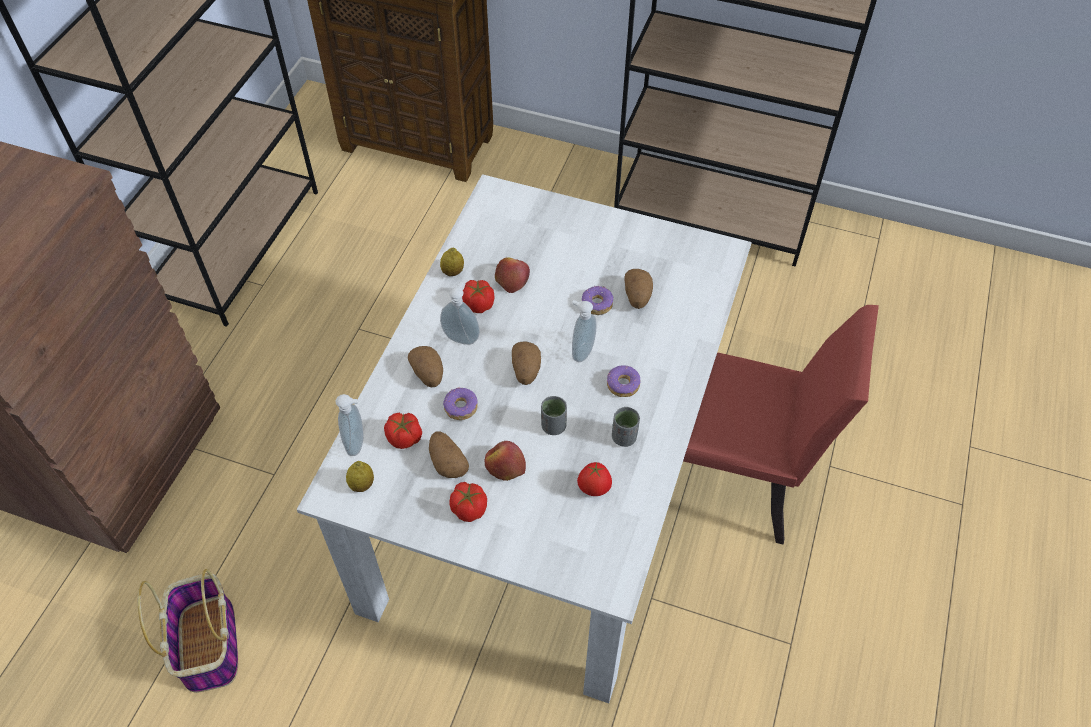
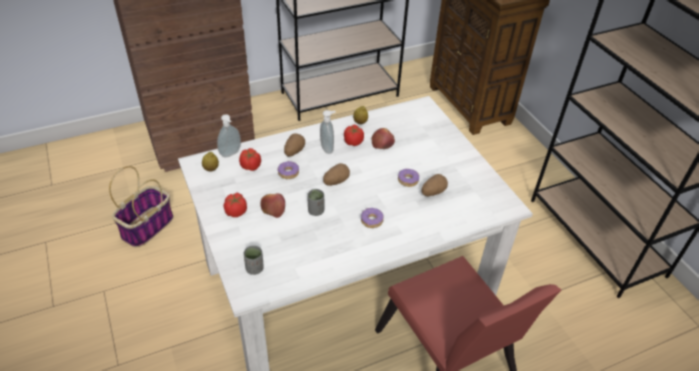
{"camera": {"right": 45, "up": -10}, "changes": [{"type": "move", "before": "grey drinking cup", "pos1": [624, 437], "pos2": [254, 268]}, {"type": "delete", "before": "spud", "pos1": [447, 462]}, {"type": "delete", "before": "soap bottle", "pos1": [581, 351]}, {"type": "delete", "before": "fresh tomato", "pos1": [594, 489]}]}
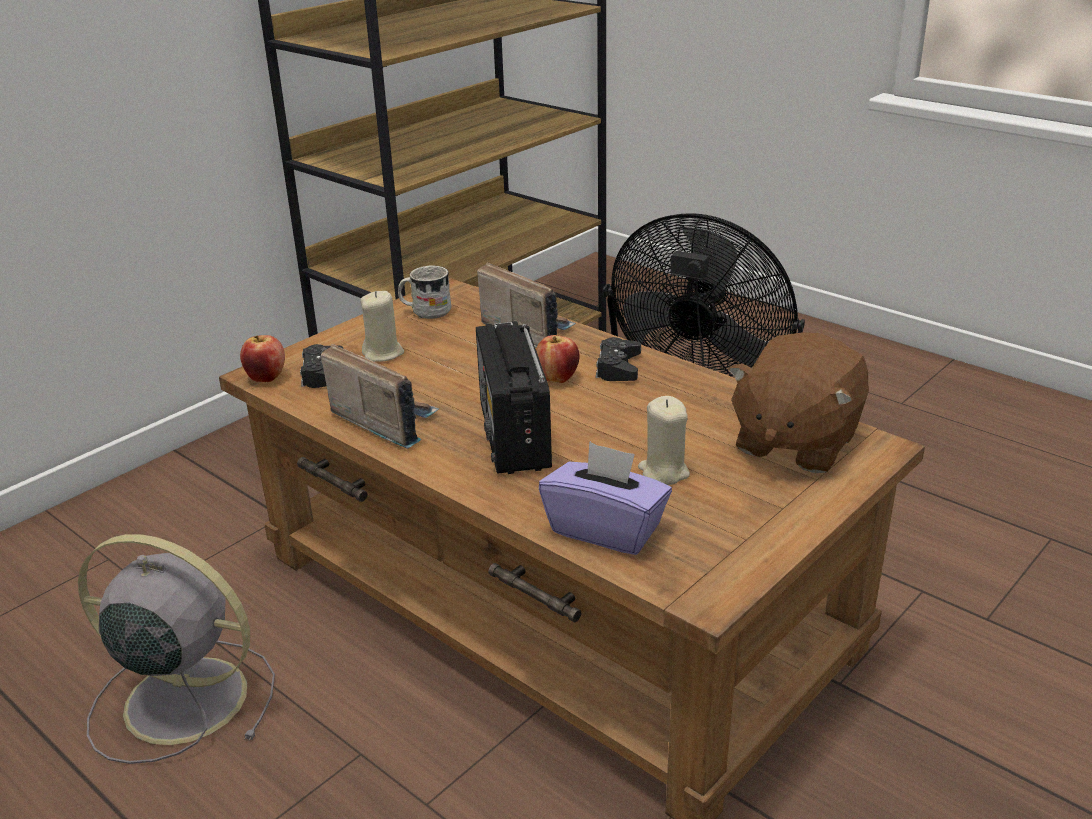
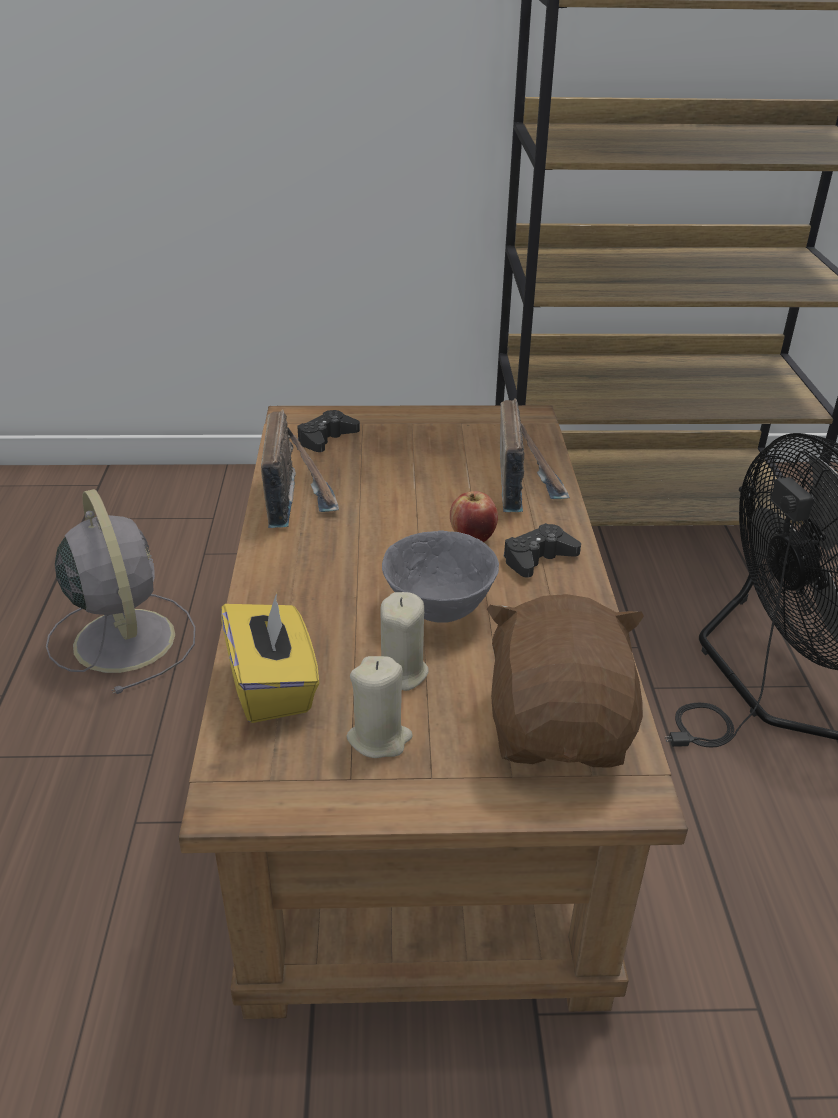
{"camera": {"right": 45, "up": 5}, "changes": [{"type": "recolor", "before": "purple-coloured tissue holder", "after": "yellowish tissue holder", "pos1": [606, 529], "pos2": [273, 686]}, {"type": "move", "before": "beige-coloured wax light", "pos1": [383, 353], "pos2": [379, 738]}, {"type": "insert", "after": "grey serving bowl", "pos2": [438, 610]}, {"type": "rotate", "before": "brownish soft toy", "pos1": [794, 442], "pos2": [559, 728], "turn": 105}, {"type": "delete", "before": "apple", "pos1": [266, 378]}, {"type": "delete", "before": "whitish tea mug", "pos1": [425, 311]}, {"type": "delete", "before": "radio receiver", "pos1": [514, 436]}]}
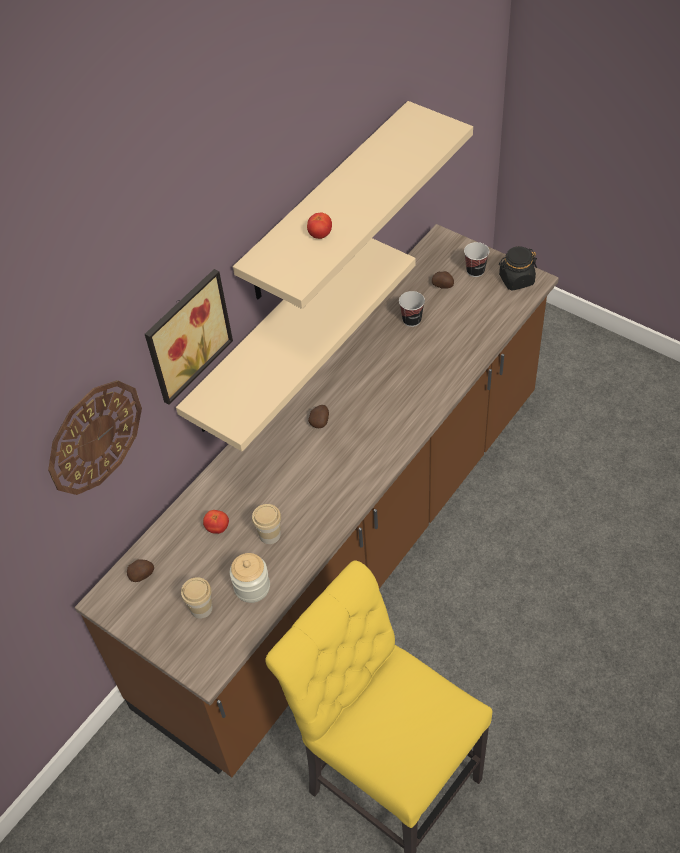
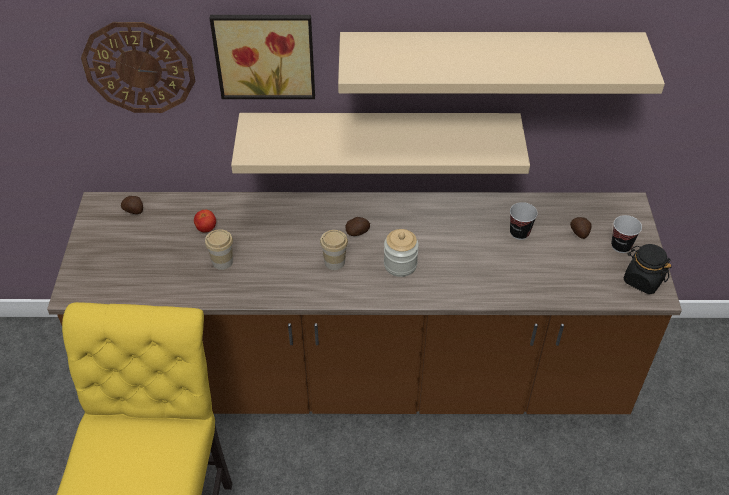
{"camera": {"right": 50, "up": -5}, "changes": [{"type": "move", "before": "drinking cup", "pos1": [201, 608], "pos2": [334, 262]}, {"type": "move", "before": "preserve jar", "pos1": [252, 587], "pos2": [400, 265]}, {"type": "delete", "before": "fresh tomato", "pos1": [320, 234]}]}
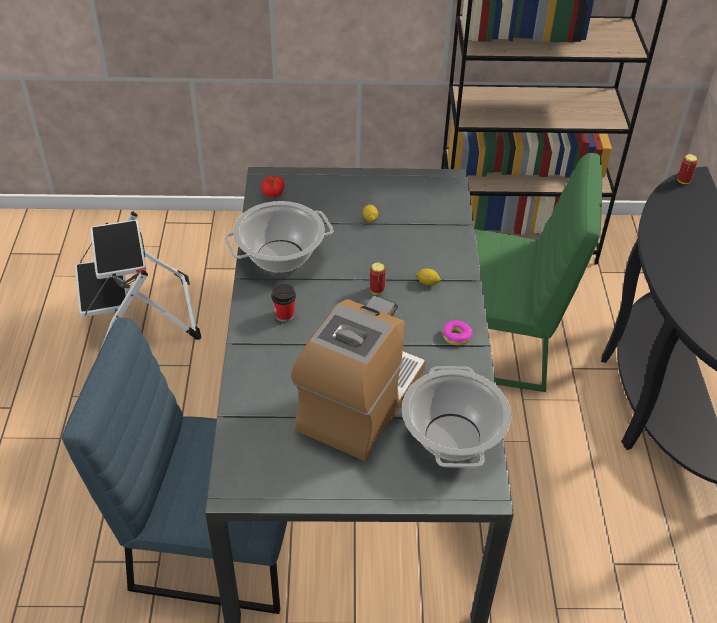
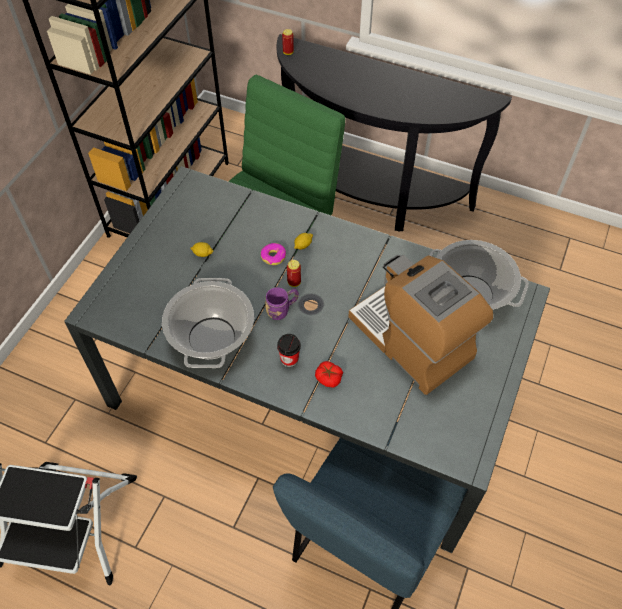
{"camera": {"right": -65, "up": 10}, "changes": [{"type": "move", "before": "doughnut", "pos1": [456, 336], "pos2": [273, 256]}, {"type": "insert", "after": "purple-coloured tea mug", "pos2": [282, 310]}, {"type": "move", "before": "fresh tomato", "pos1": [273, 192], "pos2": [328, 378]}]}
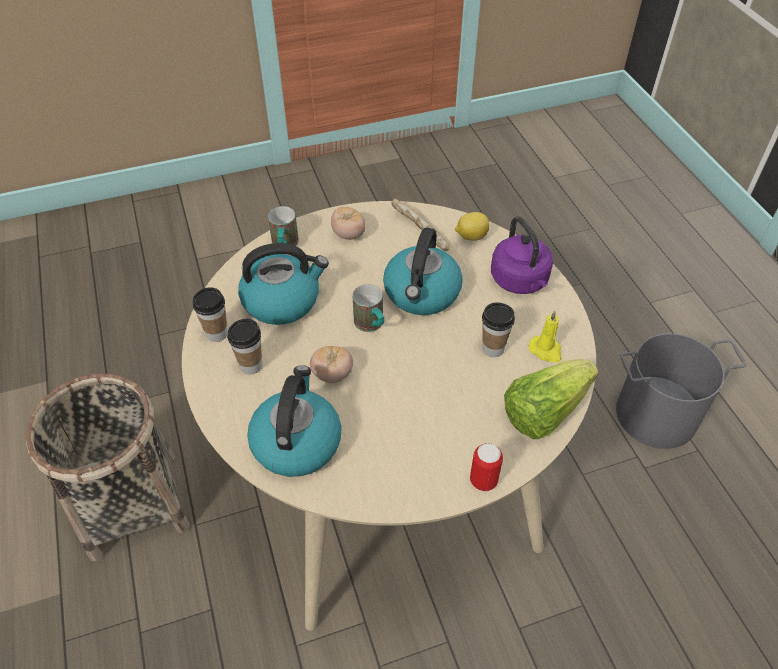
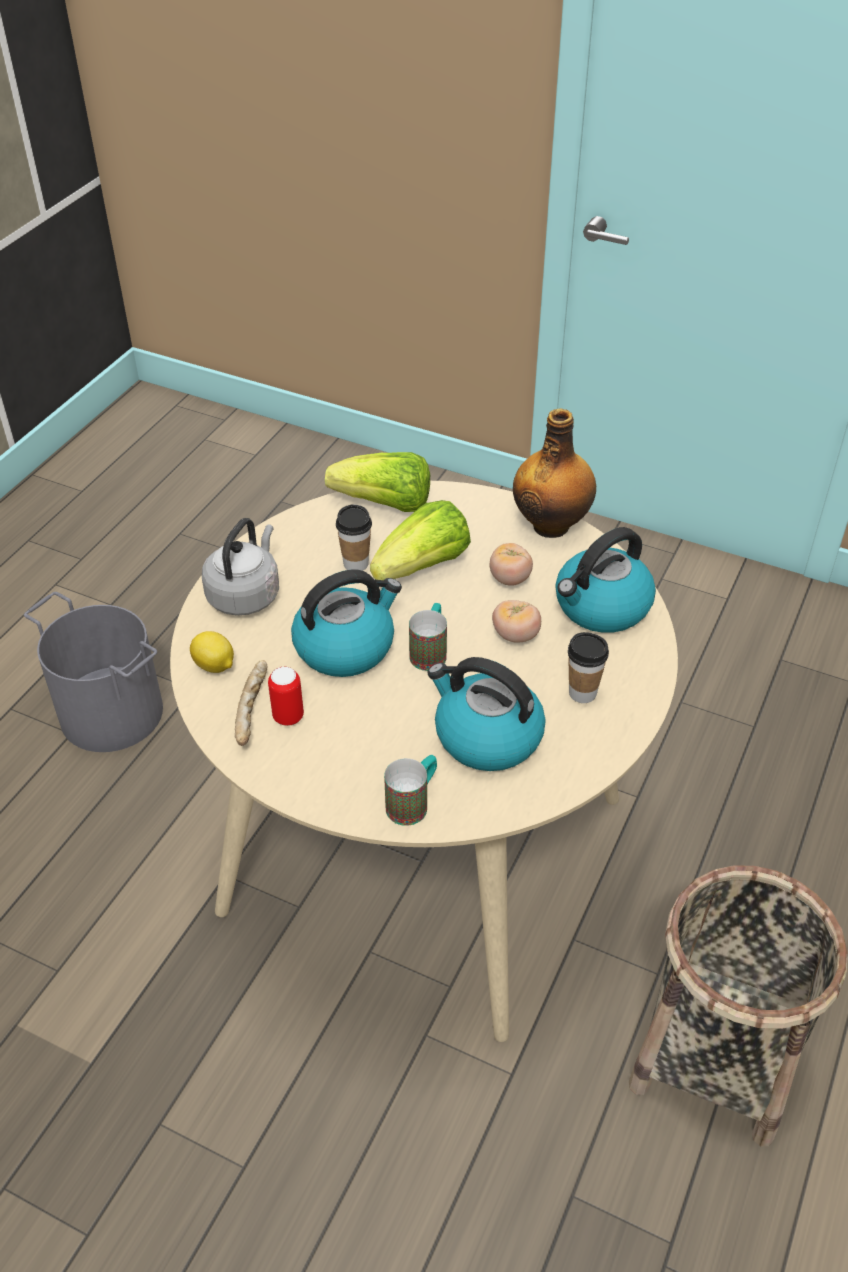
{"camera": {"right": -135, "up": -5}, "changes": [{"type": "recolor", "before": "purple-coloured tea kettle", "after": "grey tea kettle", "pos1": [520, 281], "pos2": [245, 594]}, {"type": "move", "before": "metal can", "pos1": [483, 480], "pos2": [288, 717]}, {"type": "insert", "after": "head of lettuce", "pos2": [423, 567]}, {"type": "move", "before": "fresh tomato", "pos1": [348, 234], "pos2": [510, 579]}, {"type": "insert", "after": "bottle", "pos2": [552, 525]}, {"type": "delete", "before": "drinking cup", "pos1": [217, 334]}, {"type": "delete", "before": "yellowish wax light", "pos1": [546, 350]}]}
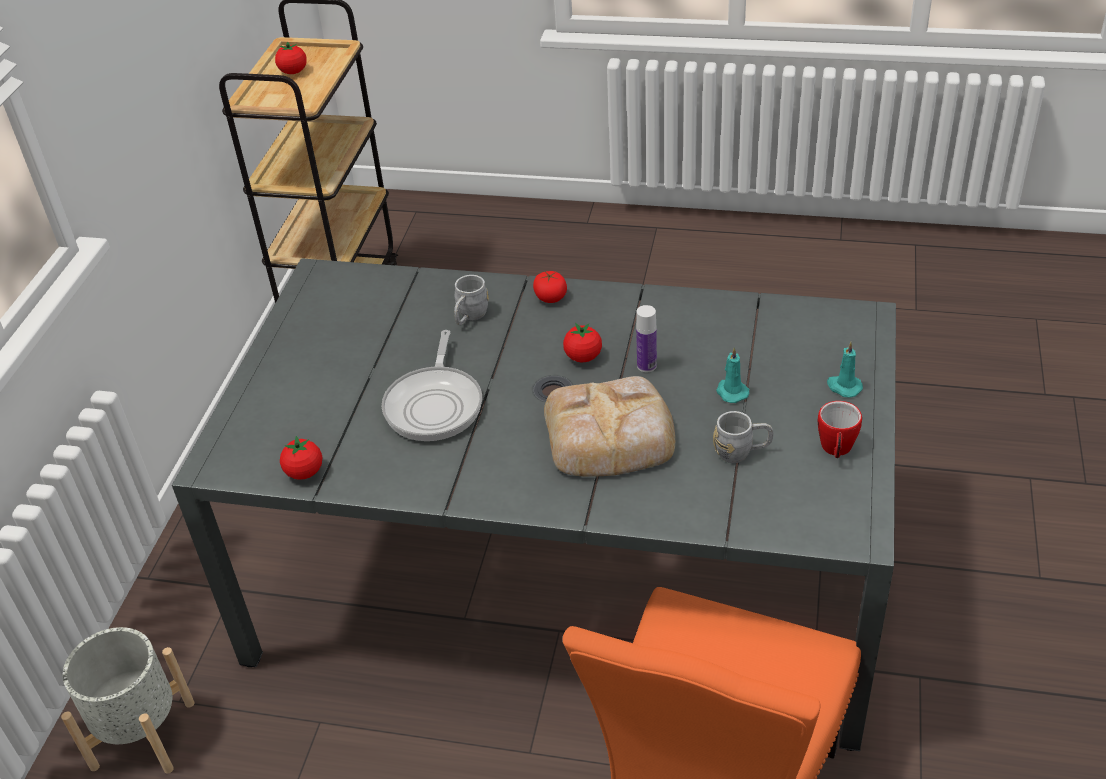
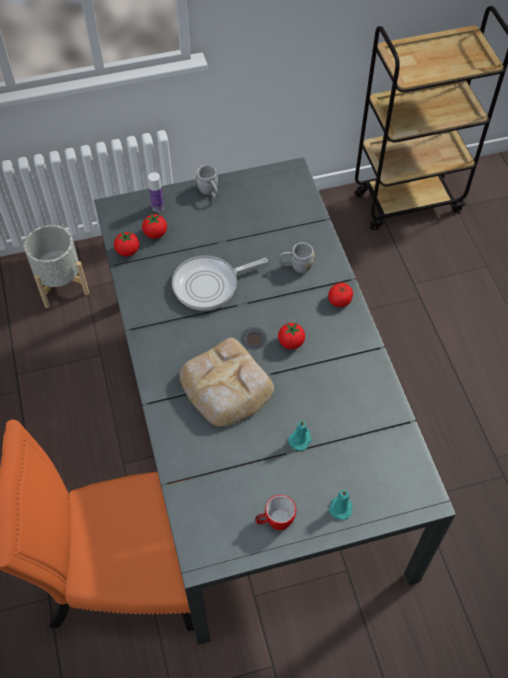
{"camera": {"right": 60, "up": 15}, "changes": [{"type": "move", "before": "fresh tomato", "pos1": [293, 72], "pos2": [155, 233]}, {"type": "move", "before": "bottle", "pos1": [646, 366], "pos2": [158, 207]}, {"type": "move", "before": "grey tea mug", "pos1": [742, 452], "pos2": [210, 192]}]}
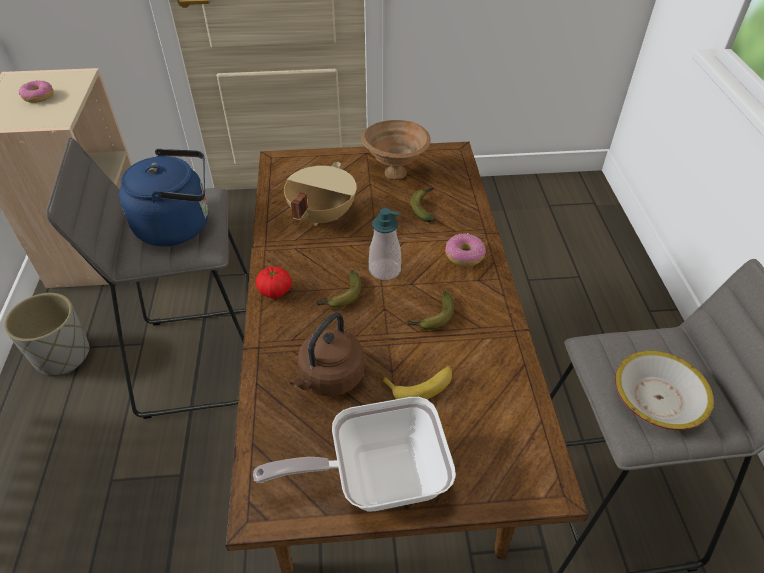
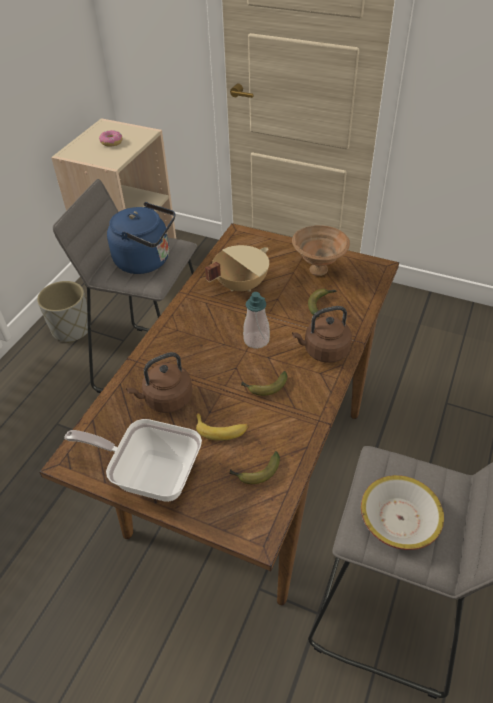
{"camera": {"right": 30, "up": 0}, "changes": [{"type": "move", "before": "banana fruit", "pos1": [341, 297], "pos2": [255, 473]}, {"type": "replace", "before": "doughnut", "after": "brownish tea kettle", "pos1": [464, 255], "pos2": [324, 351]}, {"type": "delete", "before": "fresh tomato", "pos1": [275, 291]}]}
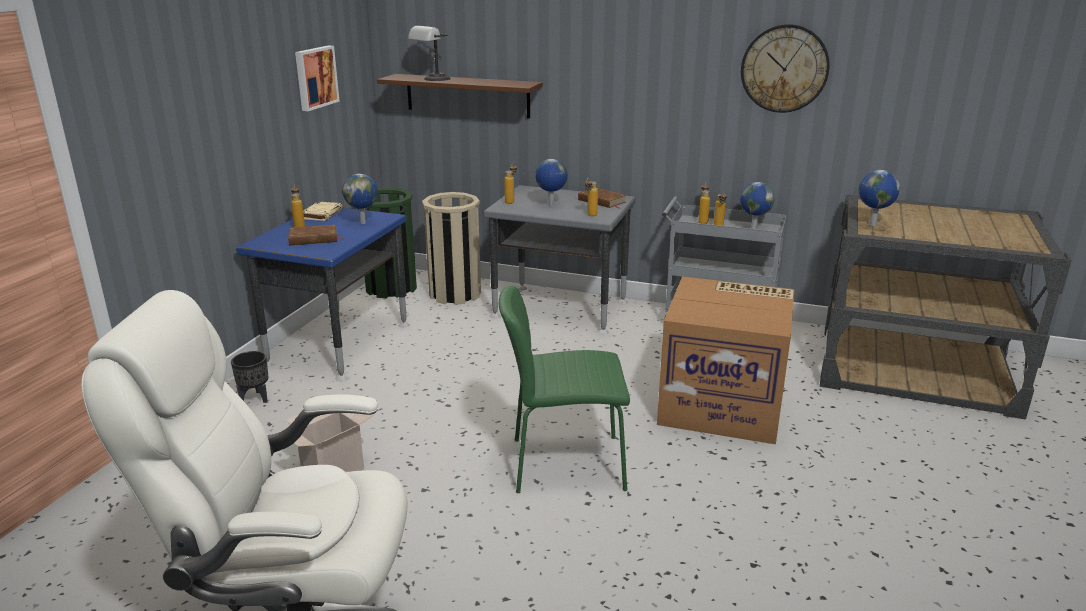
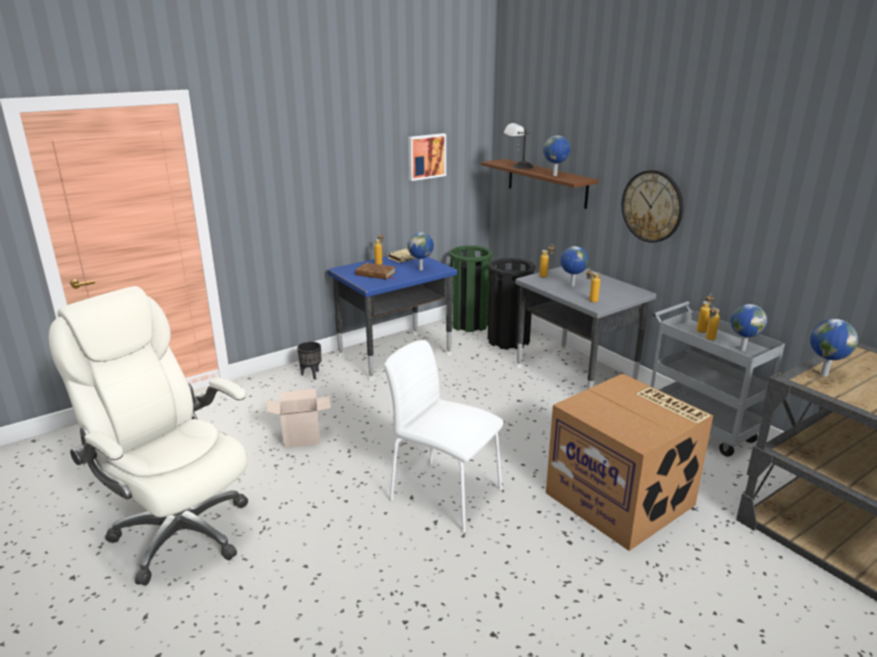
{"camera": {"right": 35, "up": 0}, "changes": [{"type": "recolor", "before": "greenish chair", "after": "whitish chair", "pos1": [563, 464], "pos2": [442, 493]}, {"type": "recolor", "before": "beige-coloured waste bin", "after": "black-coloured waste bin", "pos1": [455, 294], "pos2": [508, 340]}, {"type": "insert", "after": "globe", "pos2": [555, 175]}, {"type": "move", "before": "wall clock", "pos1": [784, 69], "pos2": [652, 206]}, {"type": "delete", "before": "brownish bound book", "pos1": [602, 201]}]}
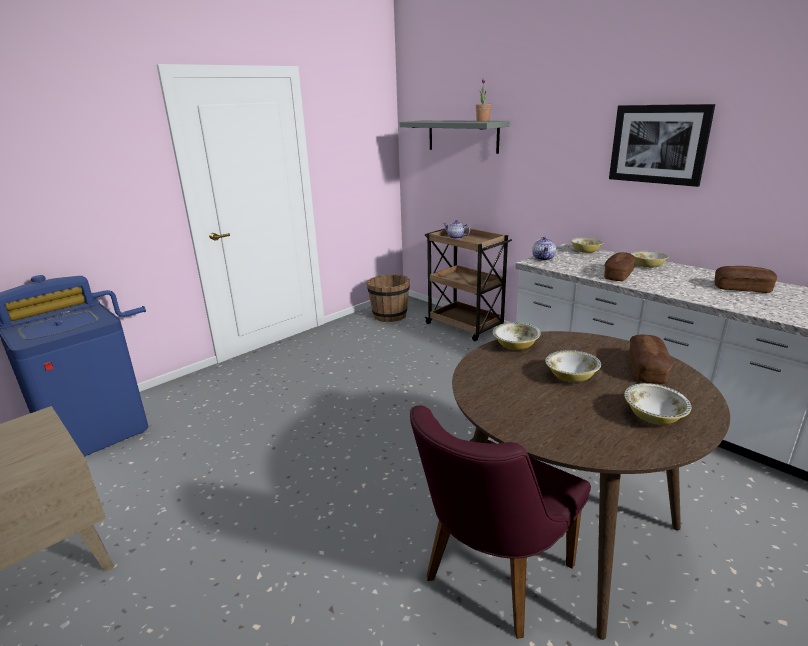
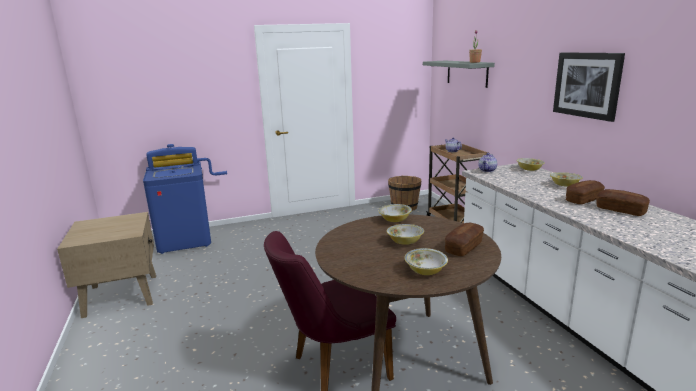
{"camera": {"right": 25, "up": -5}, "changes": [{"type": "move", "before": "bakery bread", "pos1": [618, 275], "pos2": [583, 199]}]}
